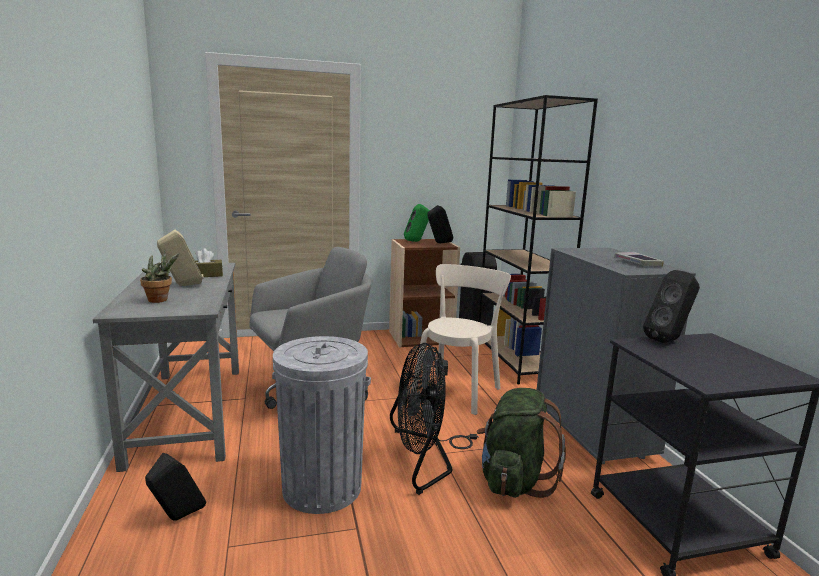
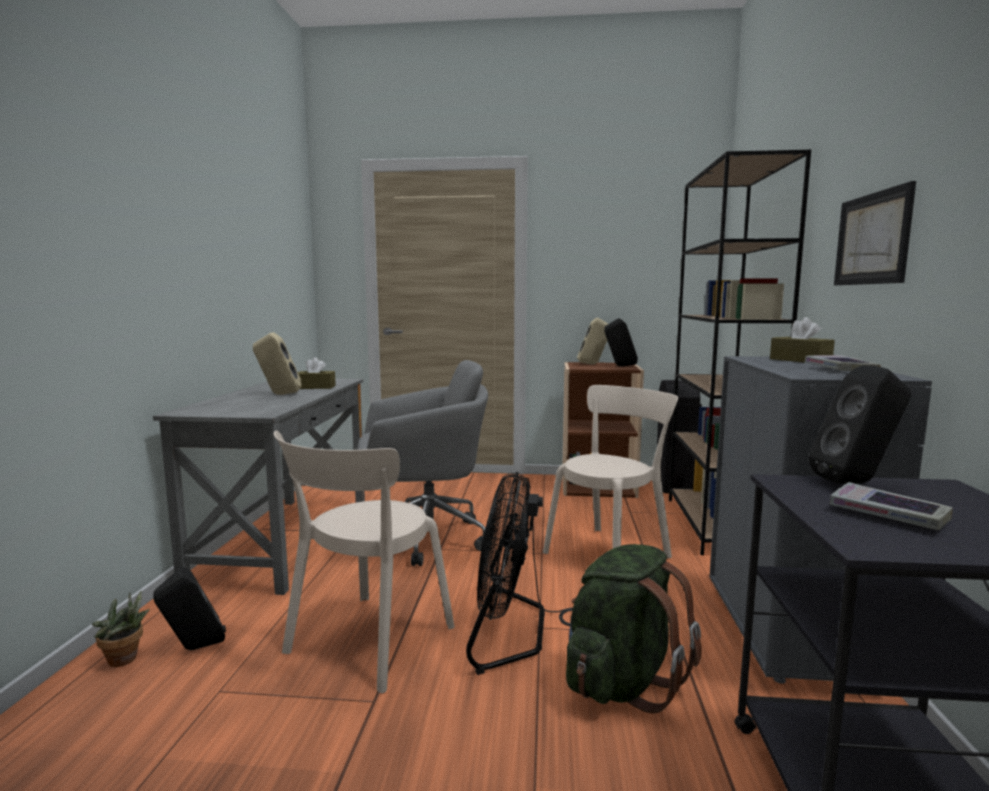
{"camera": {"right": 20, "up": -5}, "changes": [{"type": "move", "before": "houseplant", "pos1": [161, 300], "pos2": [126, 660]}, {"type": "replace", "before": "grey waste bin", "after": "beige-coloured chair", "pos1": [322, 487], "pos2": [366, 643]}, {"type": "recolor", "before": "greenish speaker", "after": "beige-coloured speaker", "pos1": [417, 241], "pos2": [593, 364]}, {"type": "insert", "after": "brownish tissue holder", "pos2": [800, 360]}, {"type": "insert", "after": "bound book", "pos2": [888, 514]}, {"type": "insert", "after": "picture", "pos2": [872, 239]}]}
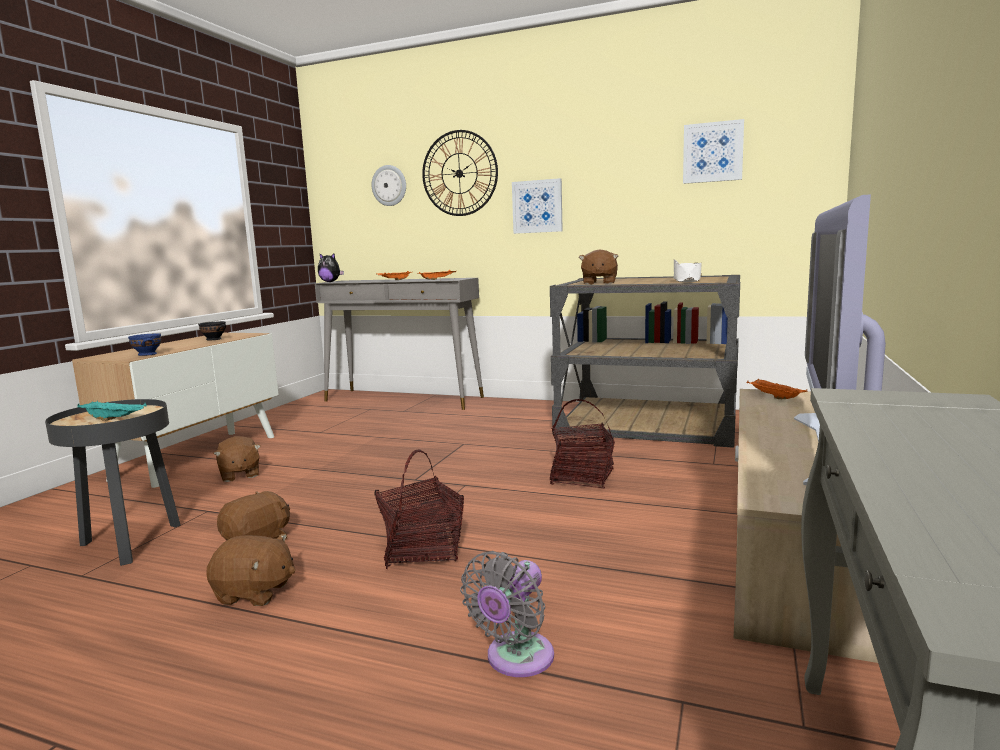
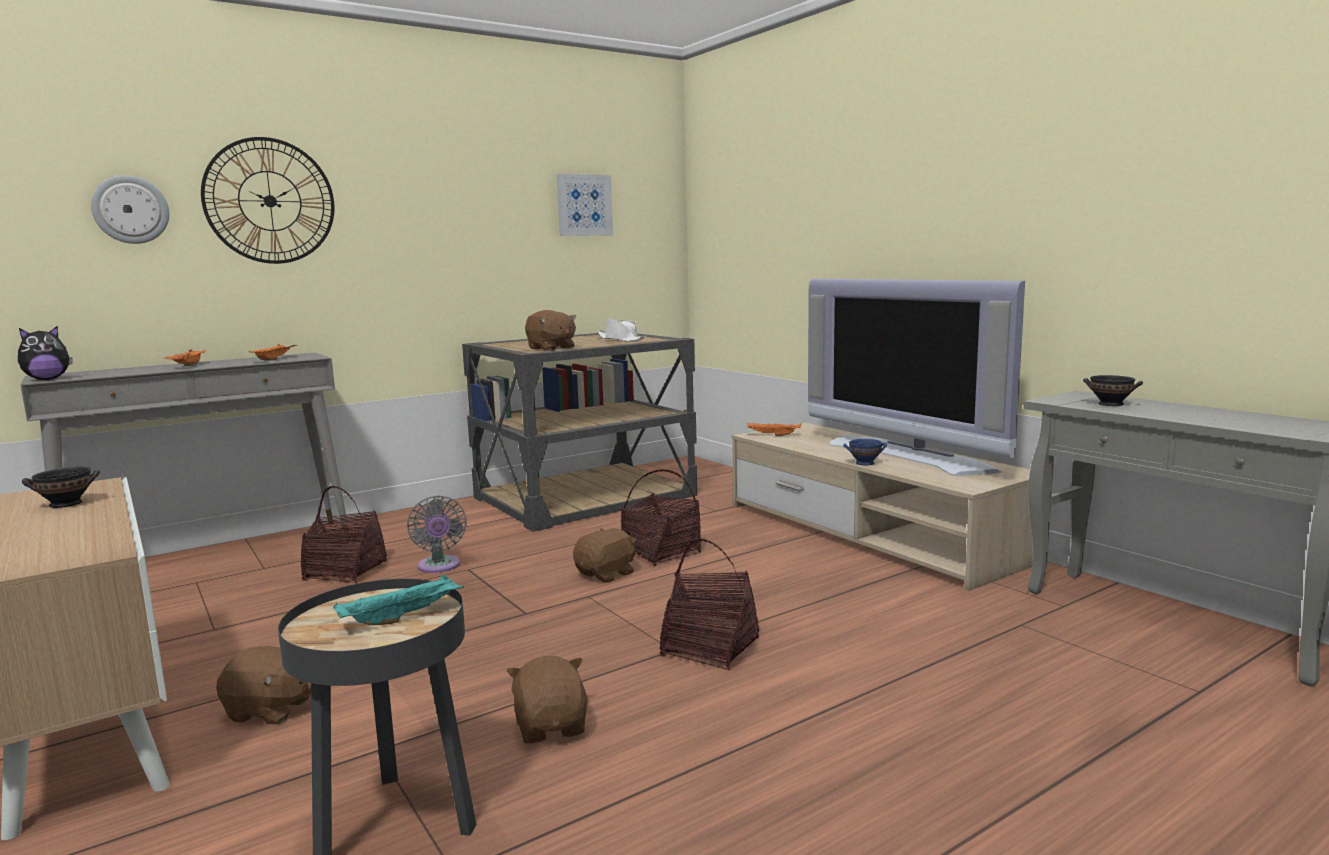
{"camera": {"right": -55, "up": 0}, "changes": [{"type": "insert", "after": "storage basket", "pos2": [345, 571]}, {"type": "move", "before": "grey electric fan", "pos1": [516, 659], "pos2": [439, 567]}, {"type": "move", "before": "brownish soft toy", "pos1": [254, 593], "pos2": [607, 574]}, {"type": "move", "before": "bluish serving bowl", "pos1": [148, 354], "pos2": [864, 463]}, {"type": "insert", "after": "black-coloured serving bowl", "pos2": [1111, 404]}, {"type": "delete", "before": "picture", "pos1": [537, 206]}]}
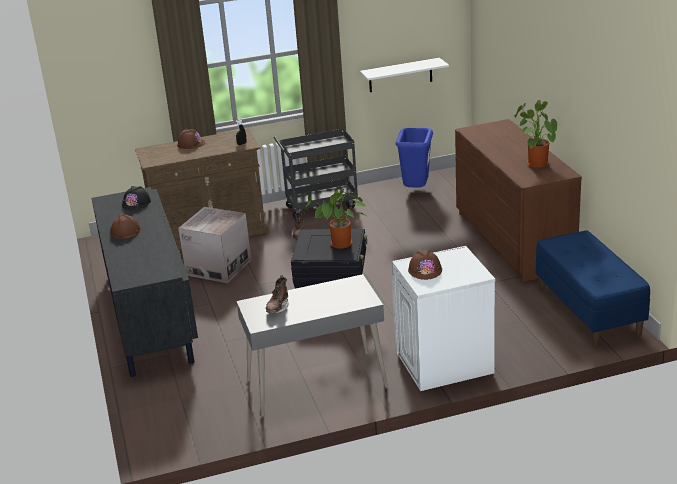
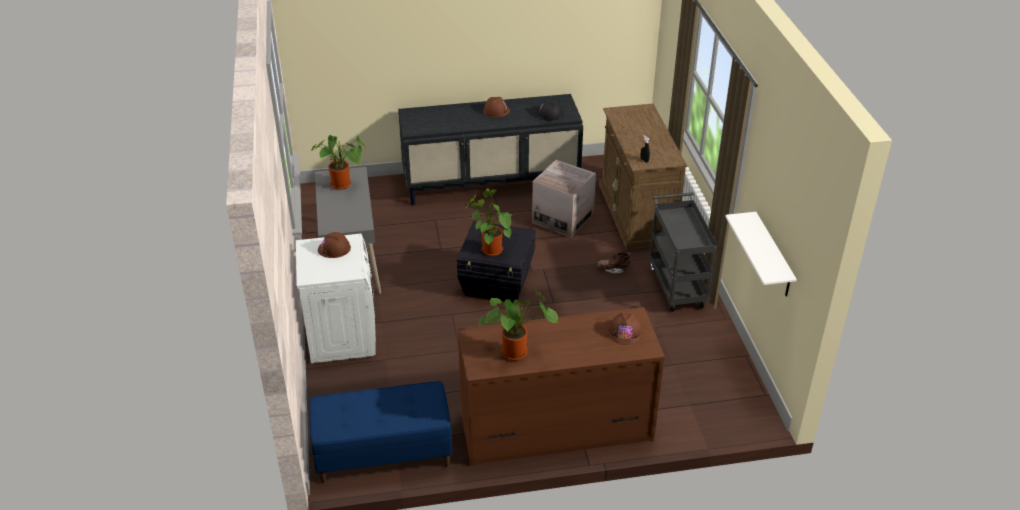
{"camera": {"right": 95, "up": 10}, "changes": [{"type": "replace", "before": "brownish boot", "after": "houseplant", "pos1": [277, 308], "pos2": [343, 184]}, {"type": "move", "before": "brownish hard hat", "pos1": [191, 144], "pos2": [625, 332]}, {"type": "delete", "before": "bluish waste bin", "pos1": [416, 191]}]}
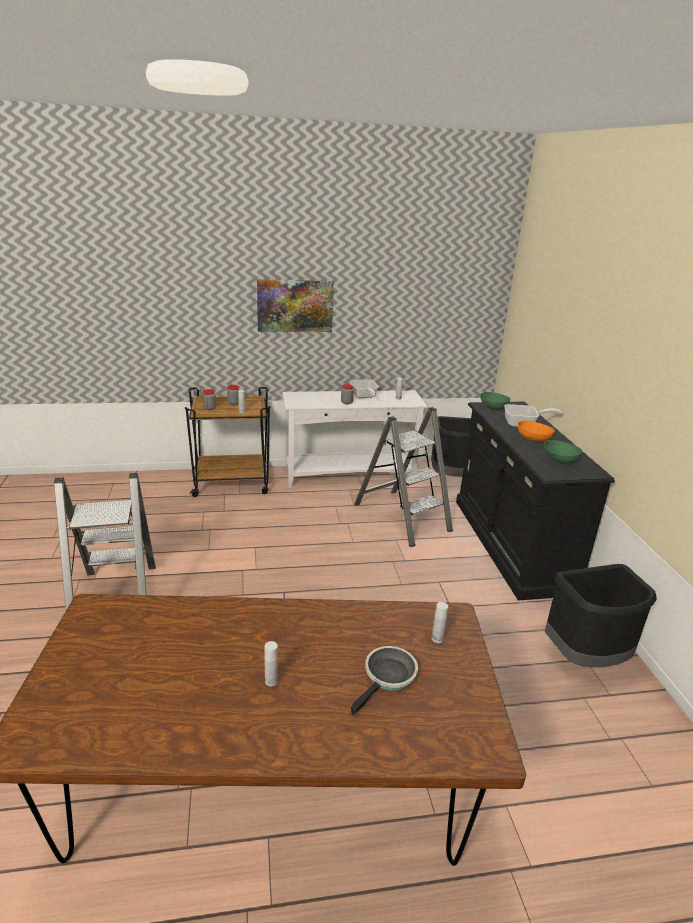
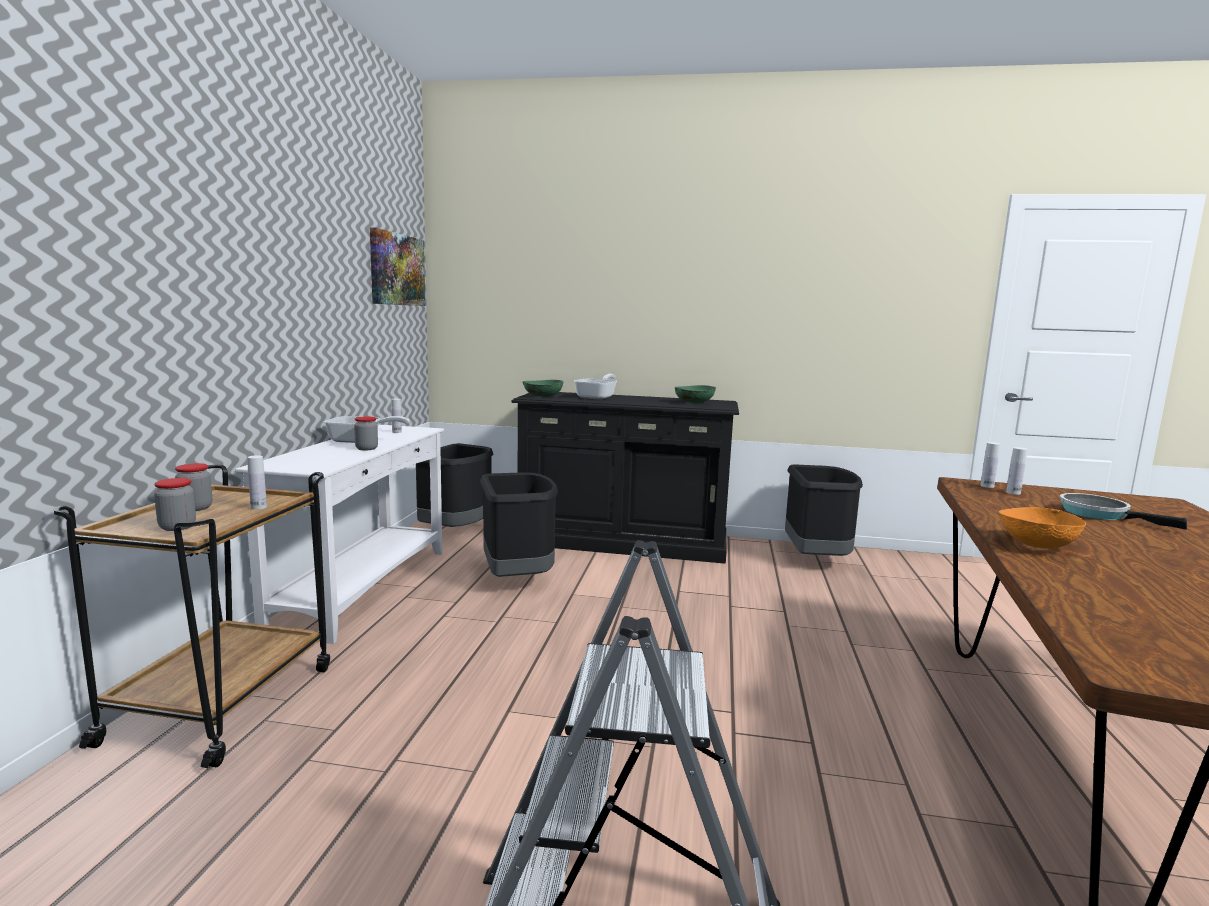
{"camera": {"right": -70, "up": -15}, "changes": [{"type": "move", "before": "picture", "pos1": [295, 305], "pos2": [397, 269]}, {"type": "replace", "before": "grey step ladder", "after": "black-coloured waste bin", "pos1": [401, 516], "pos2": [517, 579]}, {"type": "move", "before": "whitish bottle", "pos1": [271, 681], "pos2": [987, 486]}, {"type": "move", "before": "orange-coloured serving bowl", "pos1": [533, 439], "pos2": [1036, 545]}]}
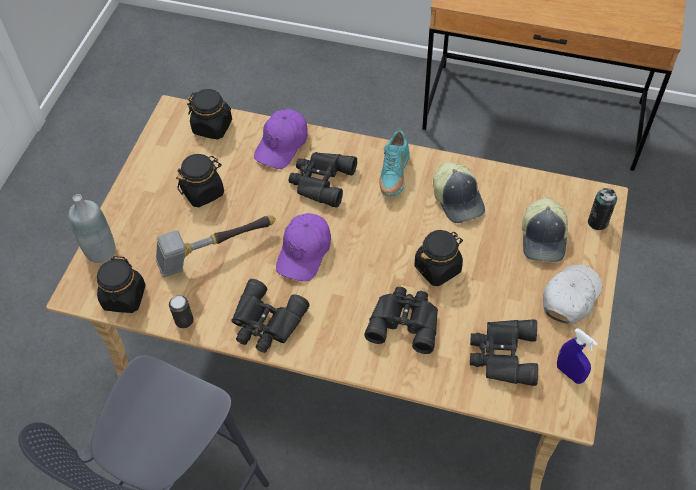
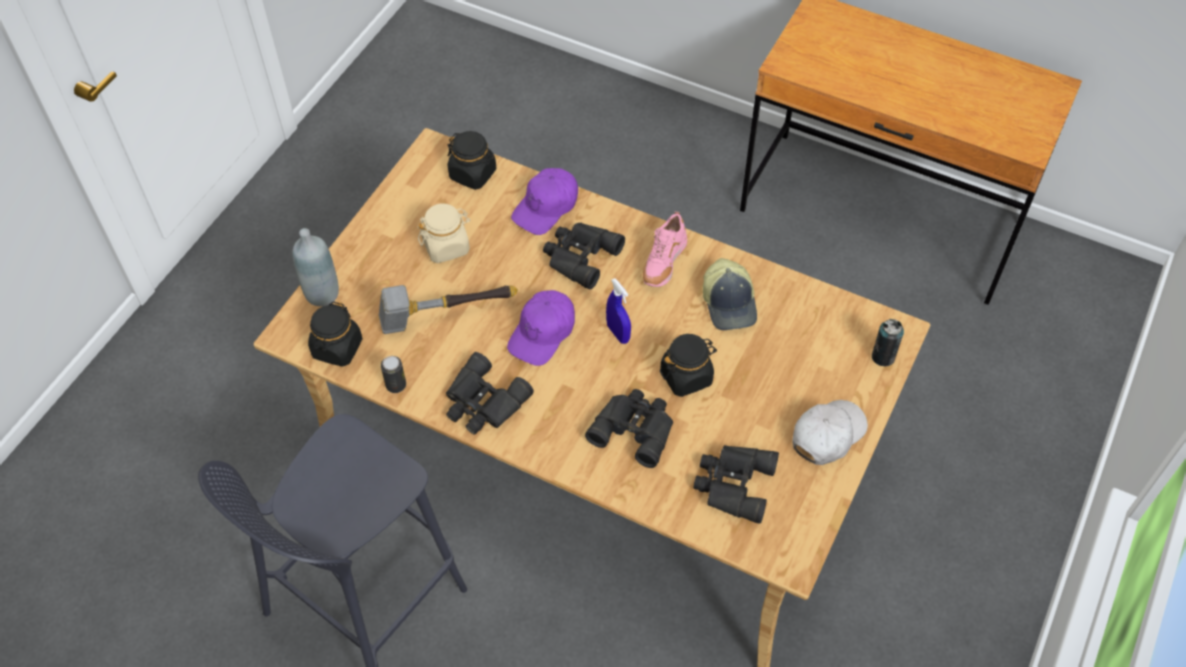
{"camera": {"right": 10, "up": 0}, "changes": [{"type": "recolor", "before": "black-coloured preserve jar", "after": "beige-coloured preserve jar", "pos1": [203, 191], "pos2": [446, 246]}, {"type": "move", "before": "bluish hand sprayer", "pos1": [569, 373], "pos2": [618, 333]}, {"type": "recolor", "before": "blue-green low shoe", "after": "pink low shoe", "pos1": [393, 176], "pos2": [663, 264]}, {"type": "delete", "before": "cap", "pos1": [544, 238]}]}
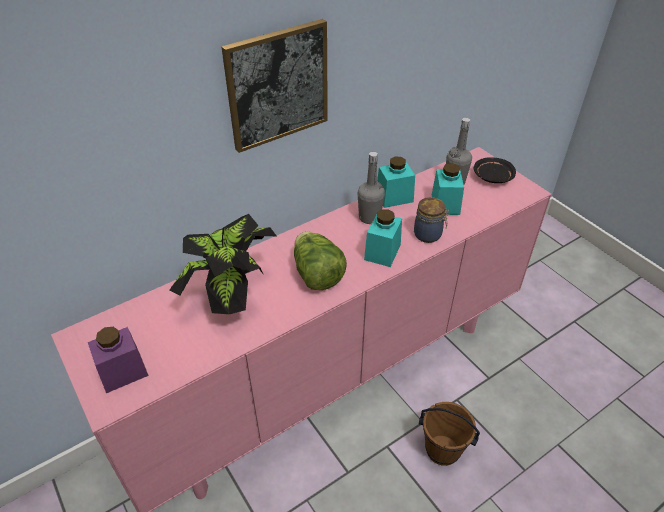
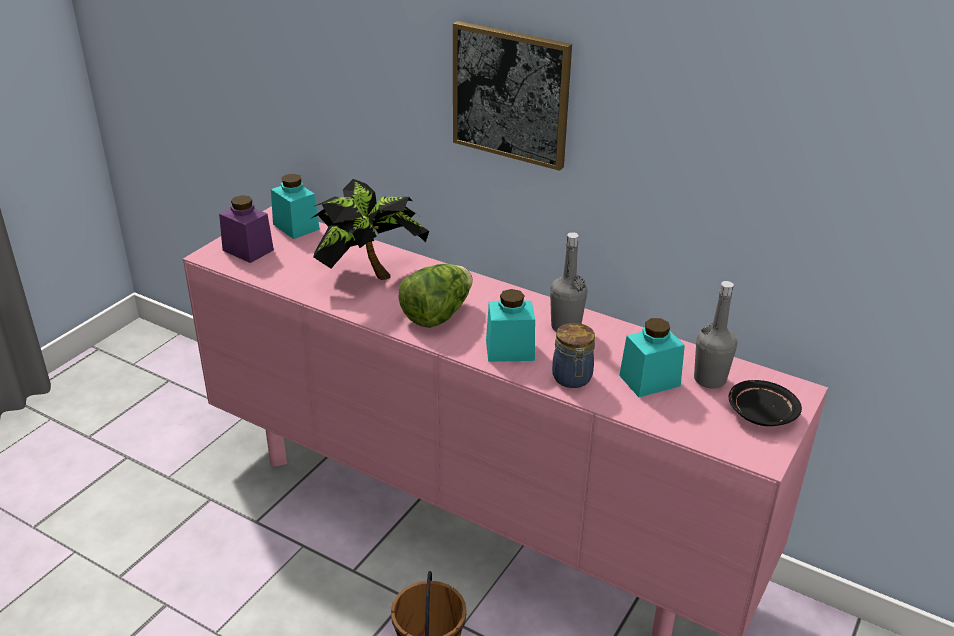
{"camera": {"right": 65, "up": -10}, "changes": [{"type": "move", "before": "blue-green preserve jar", "pos1": [394, 197], "pos2": [296, 227]}]}
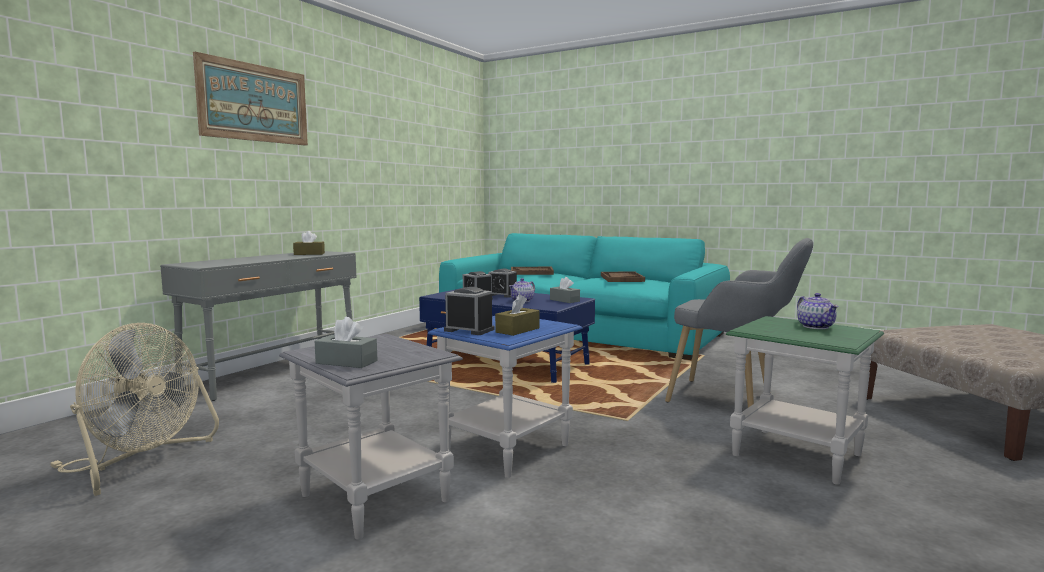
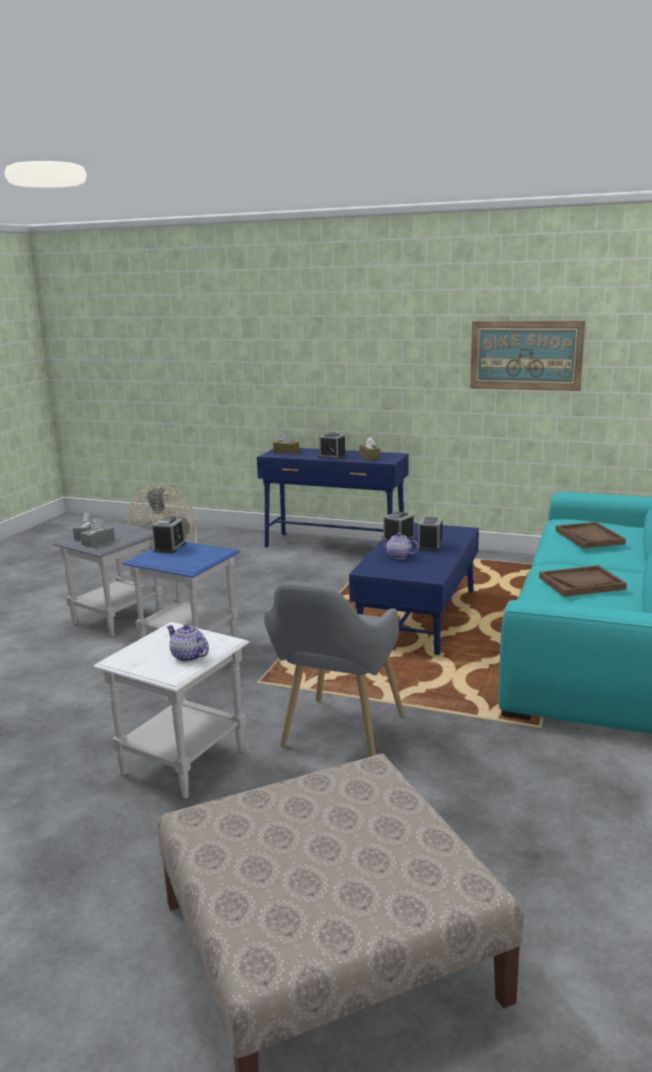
{"camera": {"right": 80, "up": 10}, "changes": [{"type": "move", "before": "grey tissue holder", "pos1": [564, 300], "pos2": [98, 542]}, {"type": "recolor", "before": "greenish accent table", "after": "whitish accent table", "pos1": [798, 455], "pos2": [182, 762]}, {"type": "rotate", "before": "tea pot", "pos1": [815, 326], "pos2": [188, 656], "turn": 60}, {"type": "recolor", "before": "grey narrow table", "after": "bluish narrow table", "pos1": [275, 373], "pos2": [334, 546]}, {"type": "move", "before": "brownish tissue holder", "pos1": [517, 330], "pos2": [286, 452]}, {"type": "insert", "after": "alarm clock", "pos2": [332, 457]}, {"type": "move", "before": "picture", "pos1": [254, 103], "pos2": [526, 355]}]}
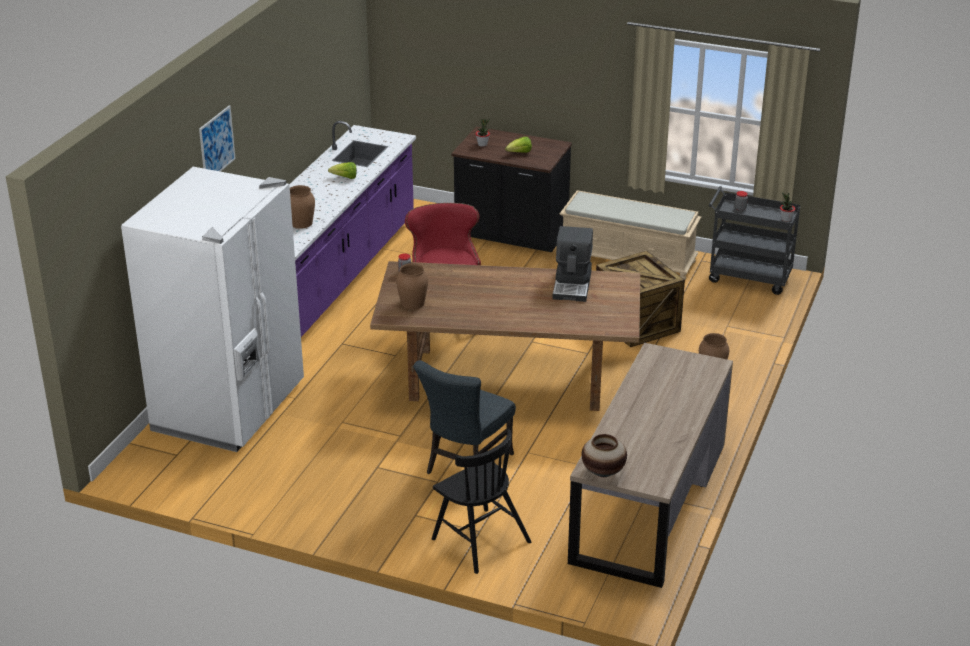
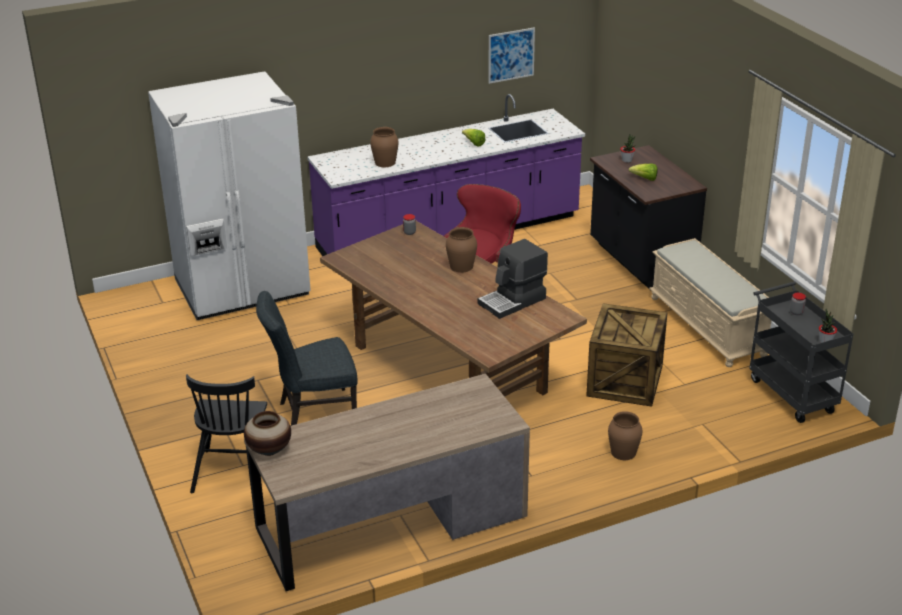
{"camera": {"right": 45, "up": 0}, "changes": [{"type": "move", "before": "brownish decorative vase", "pos1": [412, 302], "pos2": [461, 266]}, {"type": "move", "before": "picture", "pos1": [217, 144], "pos2": [511, 55]}]}
